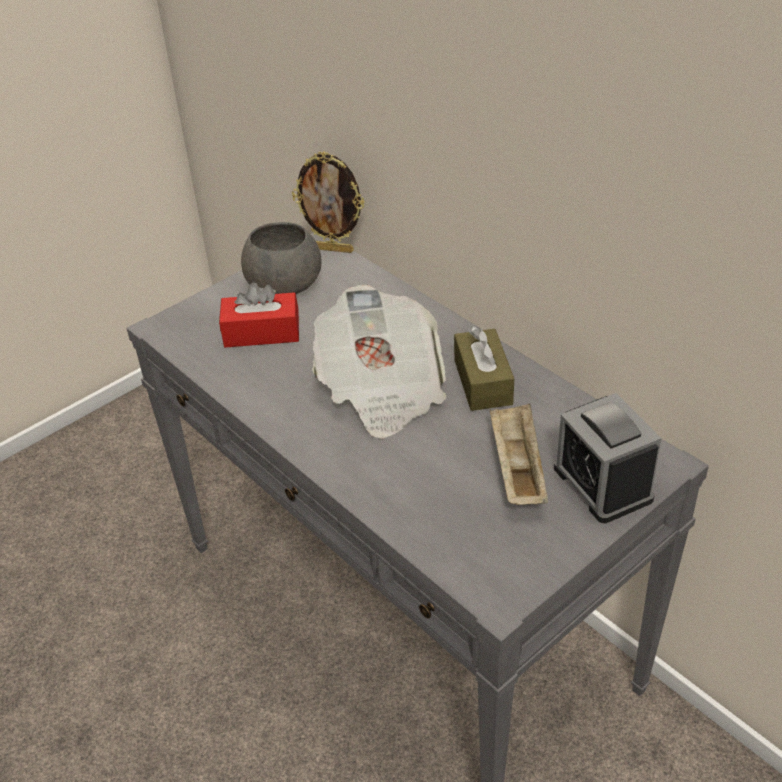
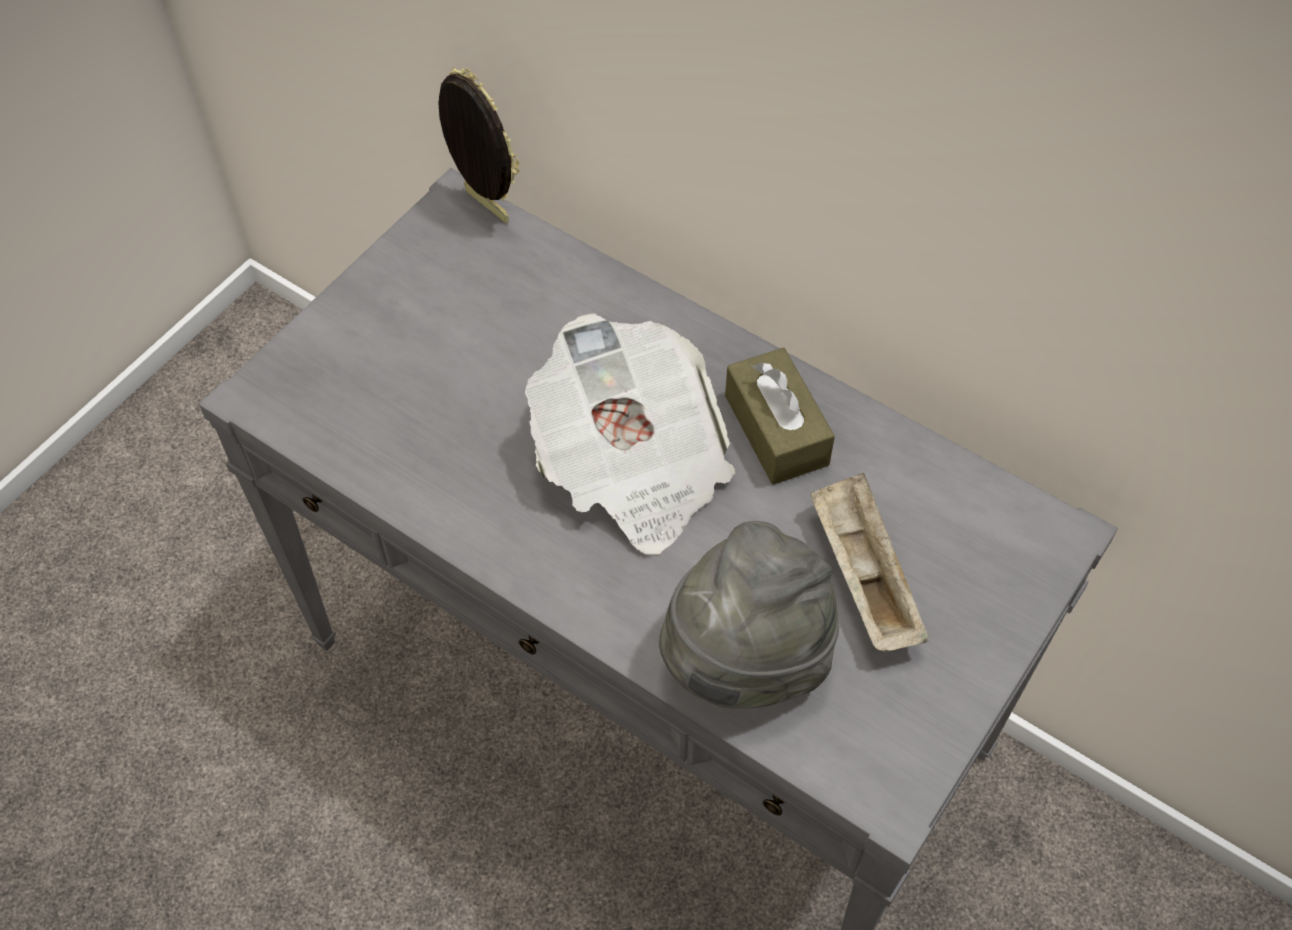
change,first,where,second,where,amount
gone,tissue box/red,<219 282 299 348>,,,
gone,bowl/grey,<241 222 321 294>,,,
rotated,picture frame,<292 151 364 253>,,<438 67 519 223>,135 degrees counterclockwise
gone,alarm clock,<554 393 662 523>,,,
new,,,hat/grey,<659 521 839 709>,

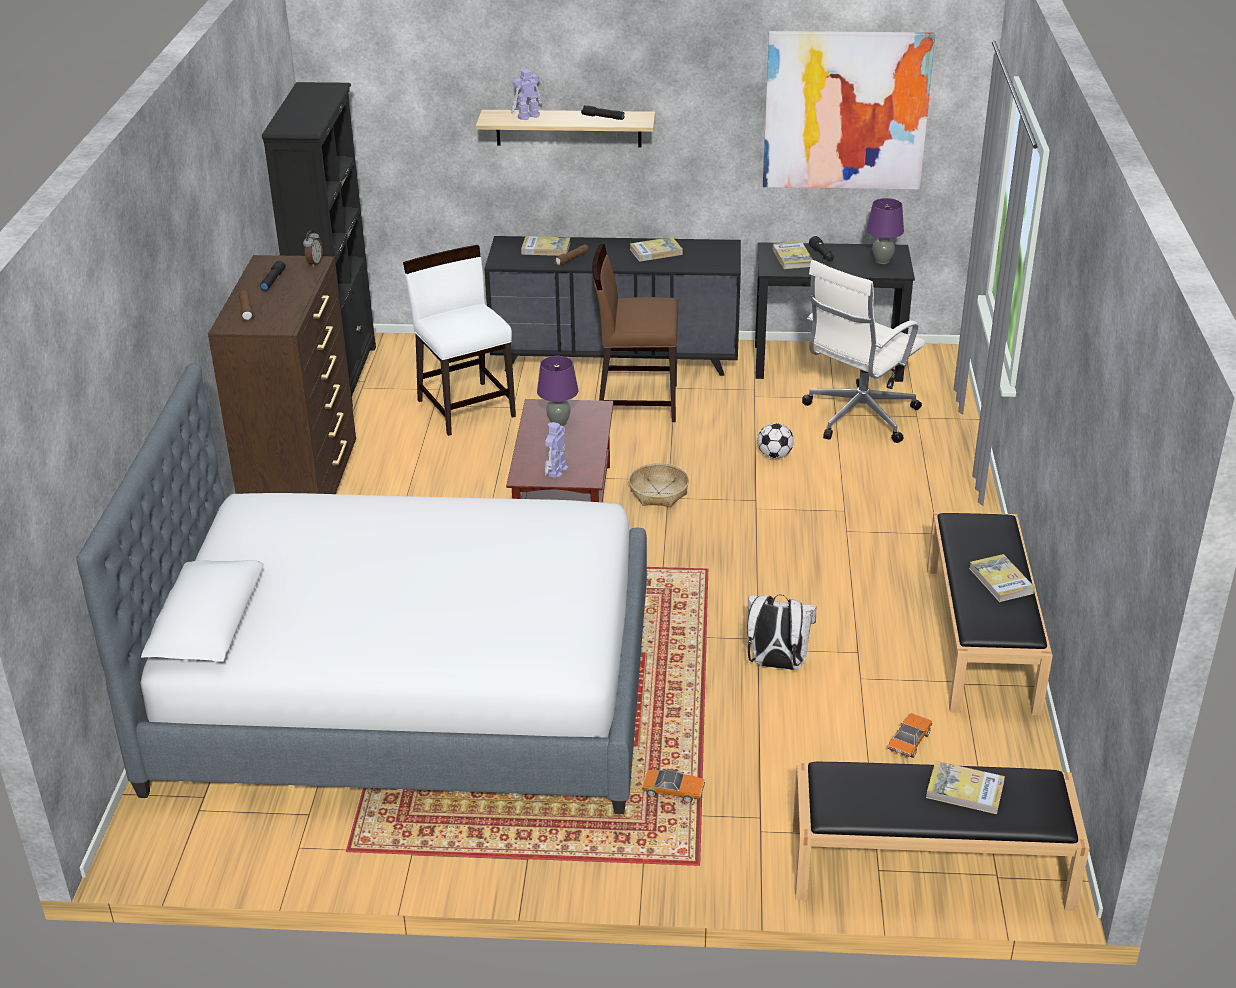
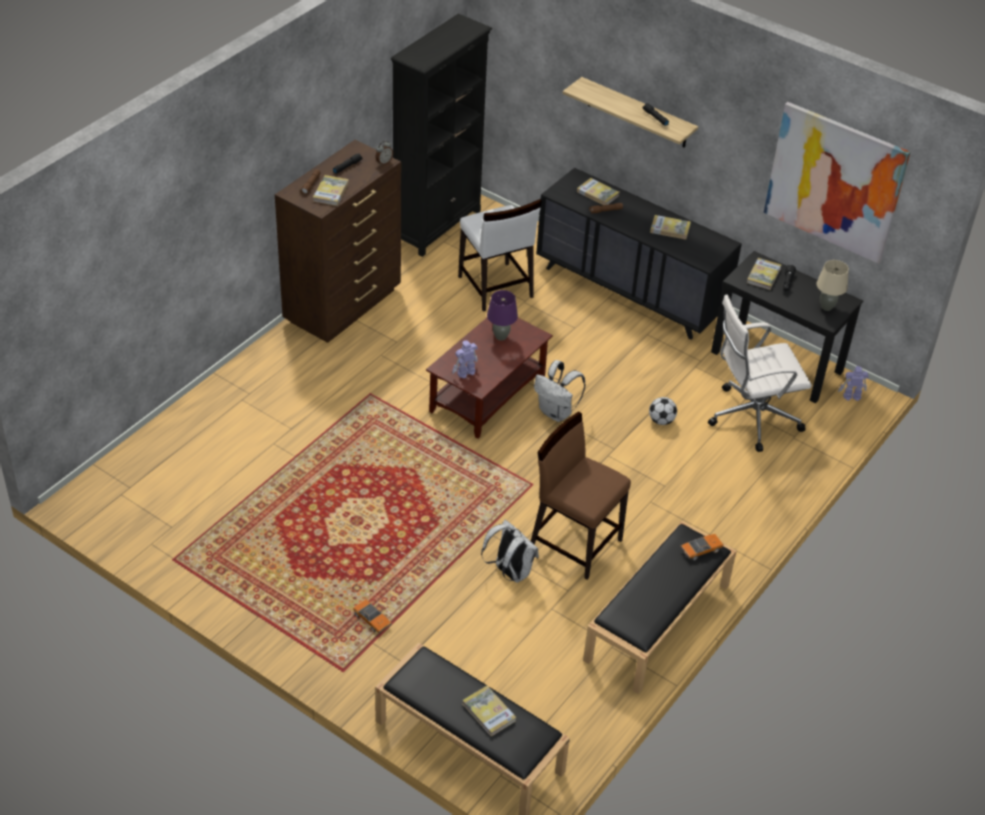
change,first,where,second,where,amount
gone,bed,<77 363 647 814>,,,
rotated,chair/white,<403 245 516 436>,,<458 199 542 312>,150 degrees clockwise
shifted,toy robot,<511 69 542 120>,,<838 366 869 401>,
shifted,chair/brown,<592 244 678 422>,,<531 412 631 580>,
swapped,basket,<629 463 689 507>,backpack/white,<534 360 586 422>,
repainted,table lamp/purple,<866 198 904 264>,table lamp/beige,<817 260 849 311>,
shifted,toy car,<887 713 932 758>,,<681 534 724 561>,
shifted,book,<969 554 1035 602>,,<313 175 349 206>,

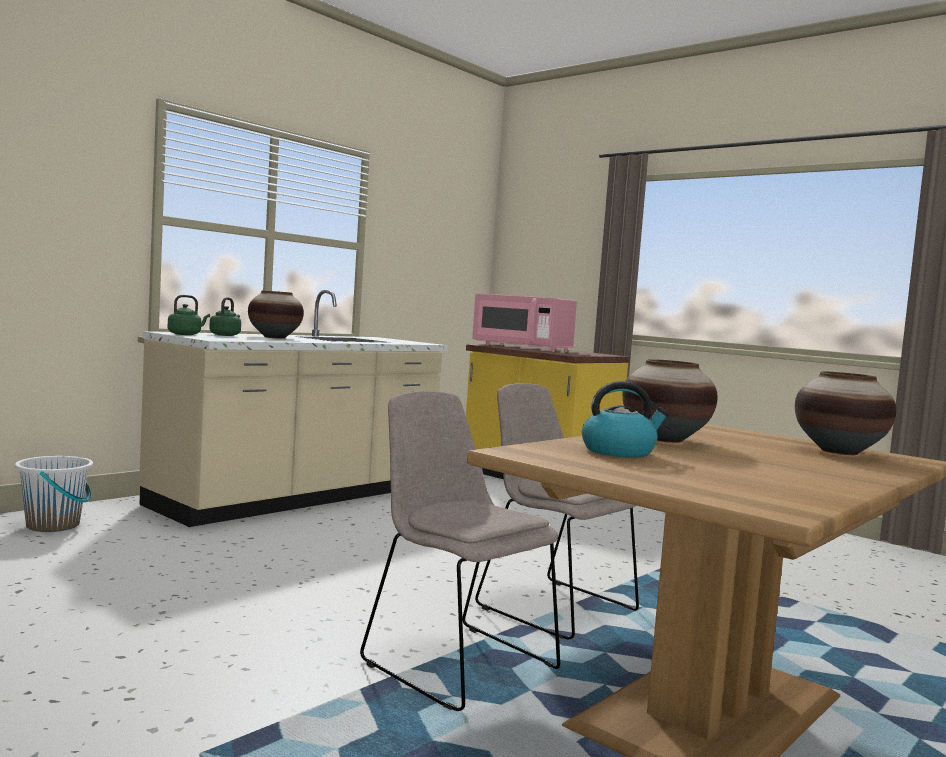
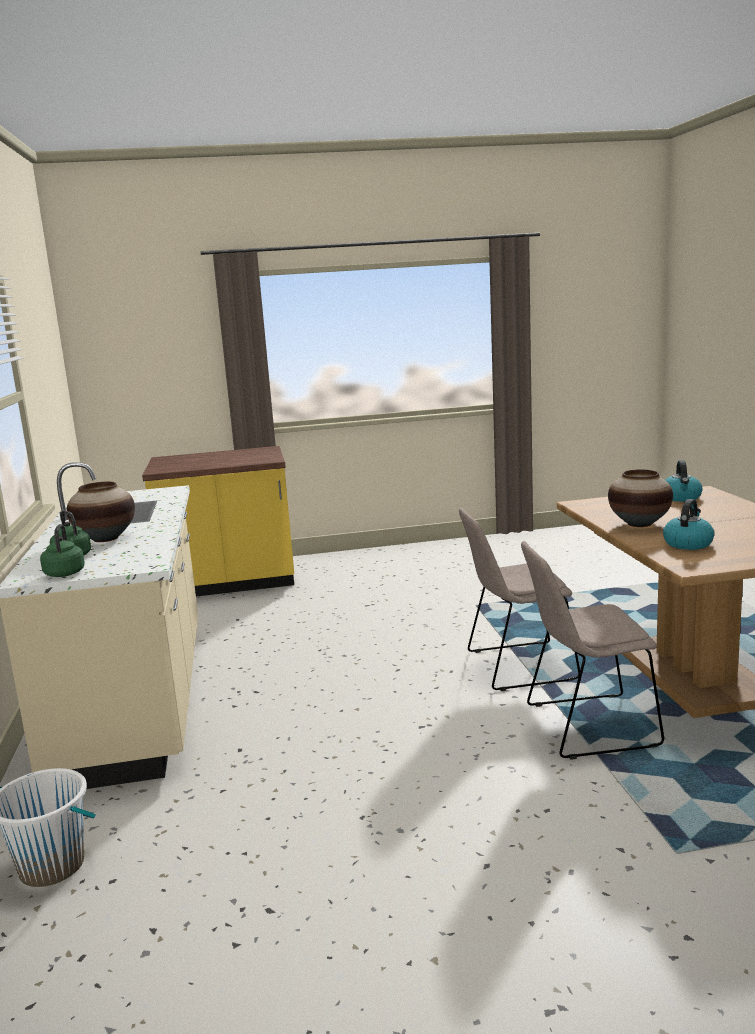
change,first,where,second,where,amount
gone,microwave/pink,<472 293 577 352>,,,
swapped,vase,<795 372 896 455>,kettle,<665 460 702 502>,

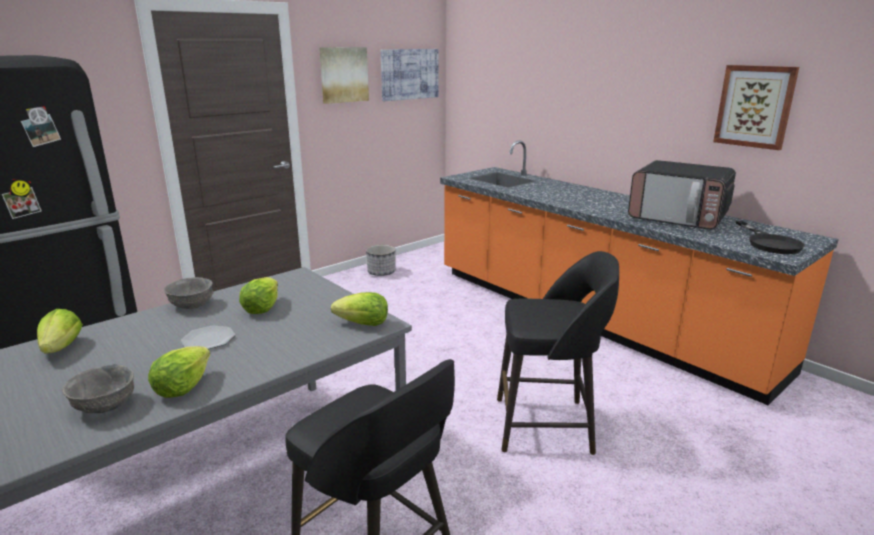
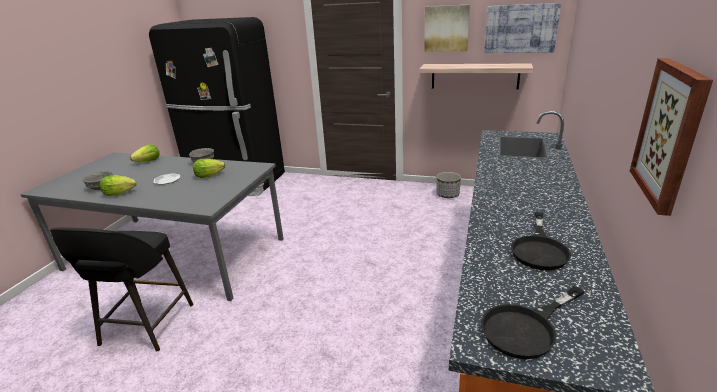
change,first,where,second,where,amount
gone,lettuce,<331 292 388 326>,,,
gone,stool/black,<497 251 619 455>,,,
swapped,microwave,<628 160 736 230>,frying pan/black,<511 212 571 270>,
new,,,shelf,<419 64 533 89>,

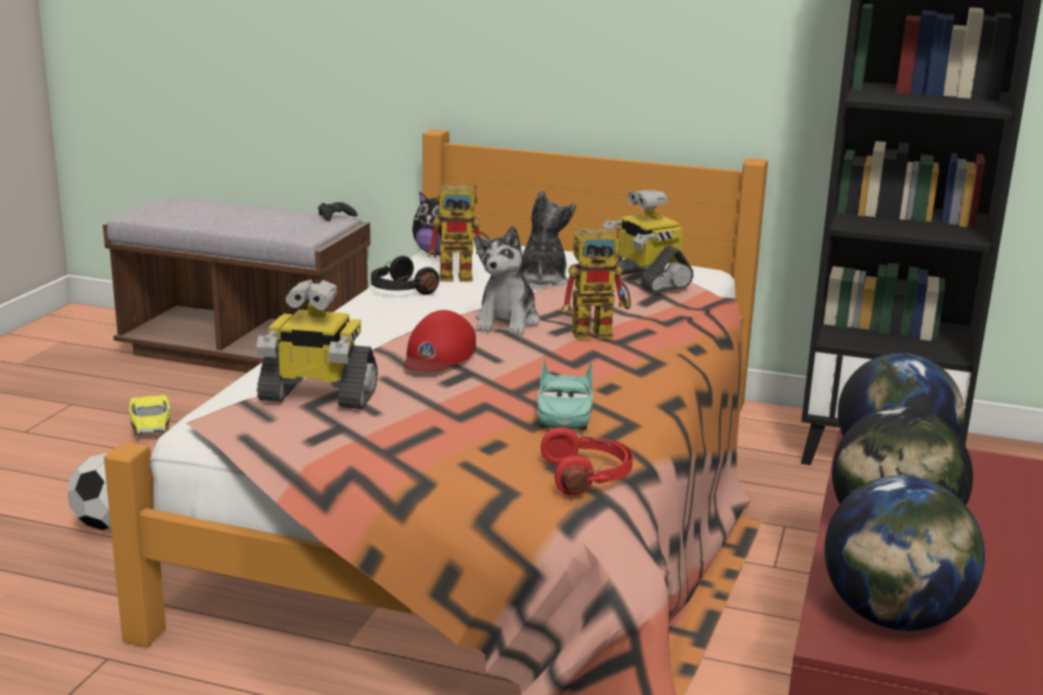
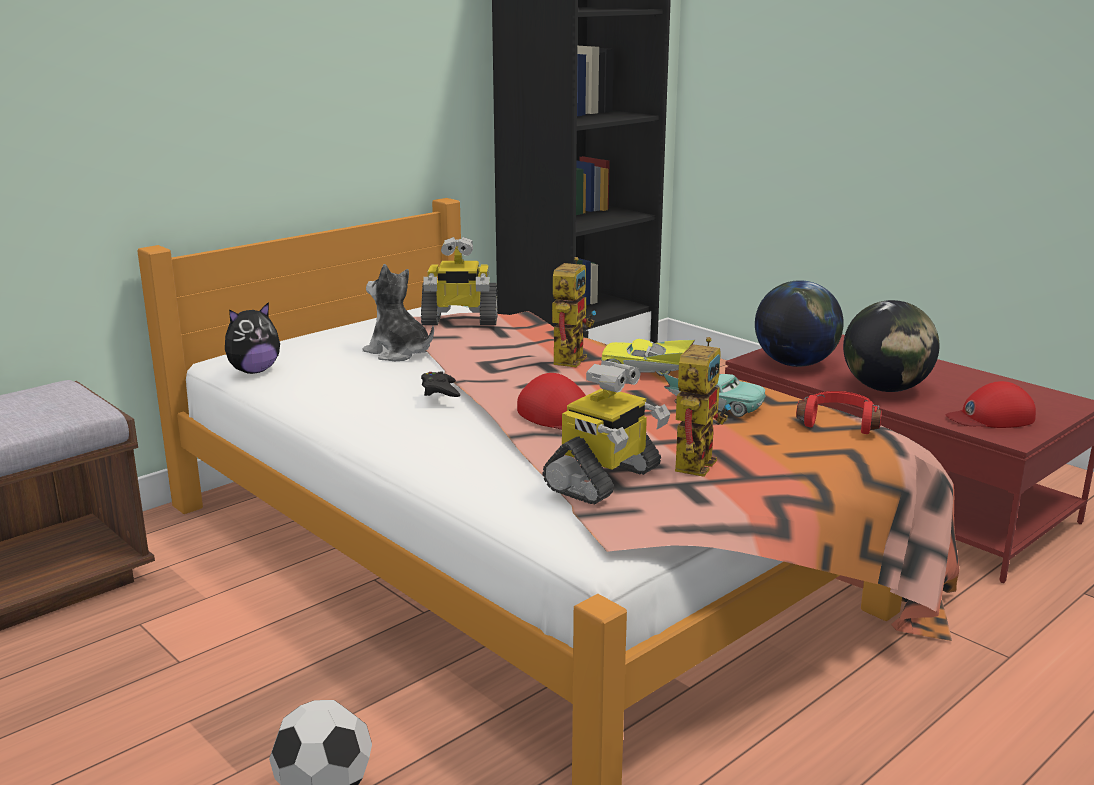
change,first,where,second,where,amount
shifted,toy car/yellow,<129 395 170 435>,,<601 339 695 376>,
shifted,game controller/black,<318 202 357 221>,,<421 371 460 397>,
gone,headphones/black,<371 256 439 295>,,,
shifted,toy robot,<428 183 490 282>,,<675 337 731 477>,
gone,plush toy,<474 226 540 335>,,,
swapped,globe,<824 475 985 631>,cap/red,<946 381 1036 428>,

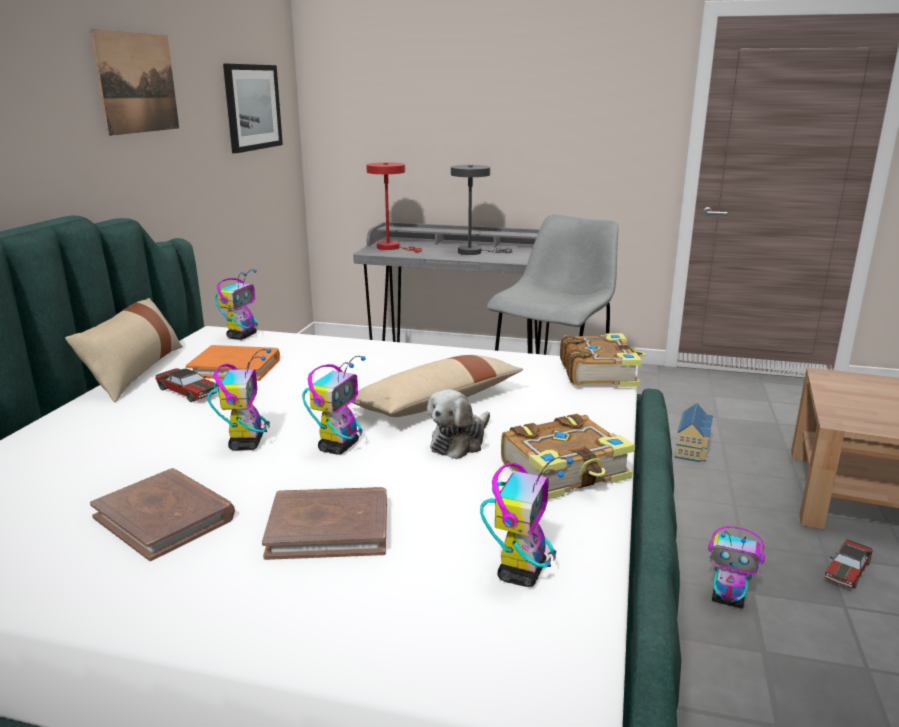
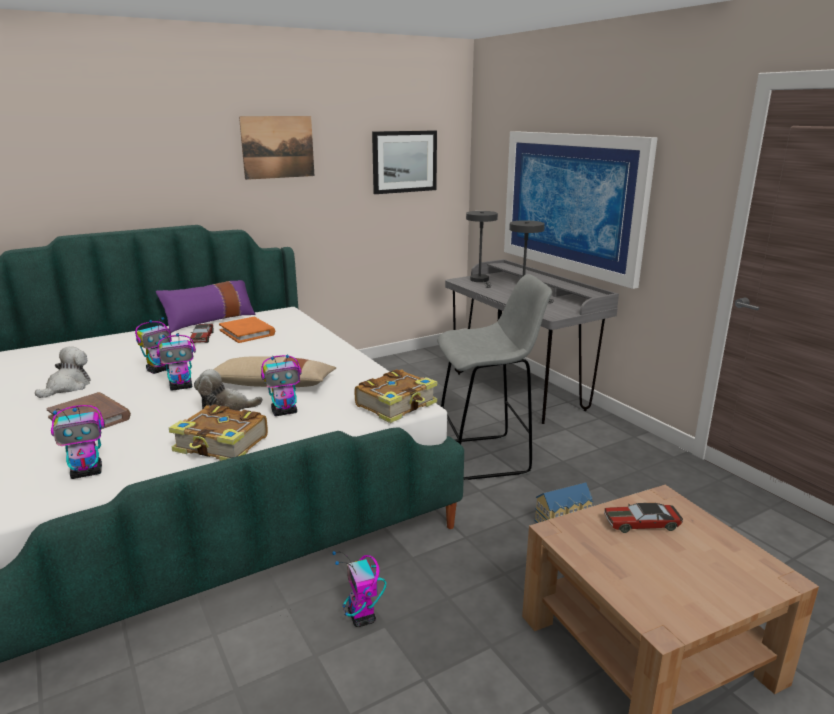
change,first,where,second,where,amount
repainted,pillow/beige,<65 298 183 403>,pillow/purple,<156 280 256 333>,
swapped,book/brown,<90 468 235 561>,plush toy,<35 347 91 398>,
shifted,toy robot,<215 269 258 340>,,<261 355 302 416>,
repainted,table lamp/red,<366 162 422 253>,table lamp/grey,<466 211 498 288>,
shifted,toy car,<825 540 873 588>,,<604 503 683 533>,
new,,,picture,<504 131 658 289>,

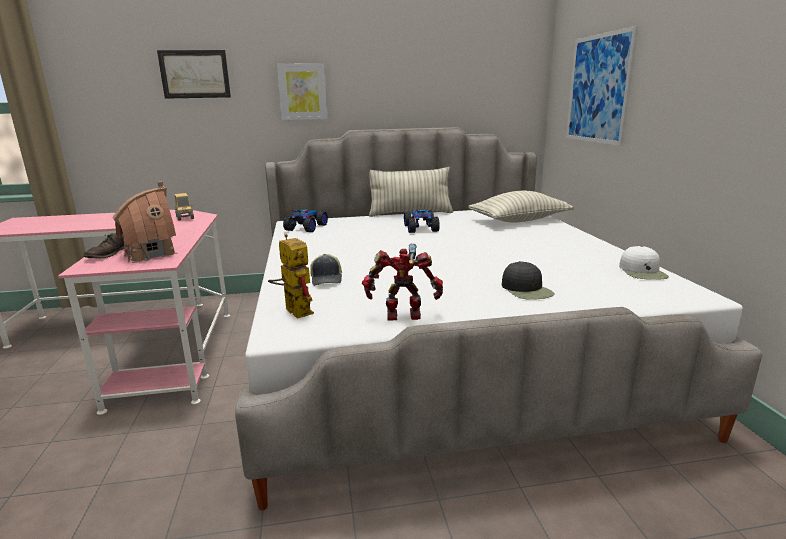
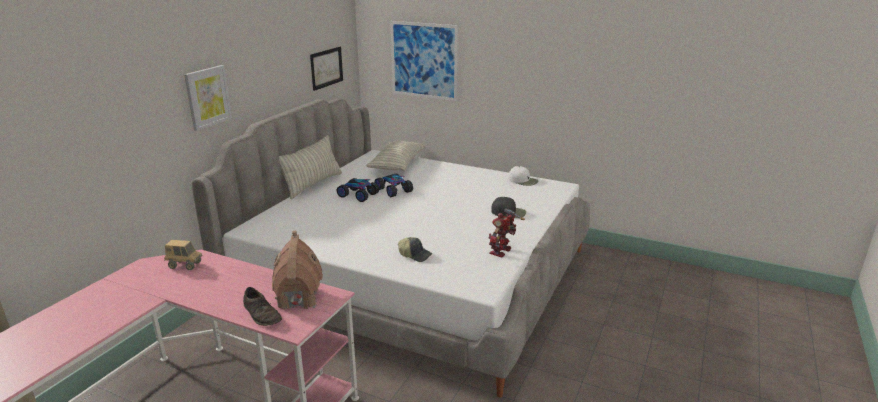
change,first,where,second,where,amount
shifted,picture,<157 50 231 99>,,<310 47 343 91>,
gone,toy robot,<268 234 314 319>,,,
shifted,toy car,<283 209 328 232>,,<375 173 413 197>,

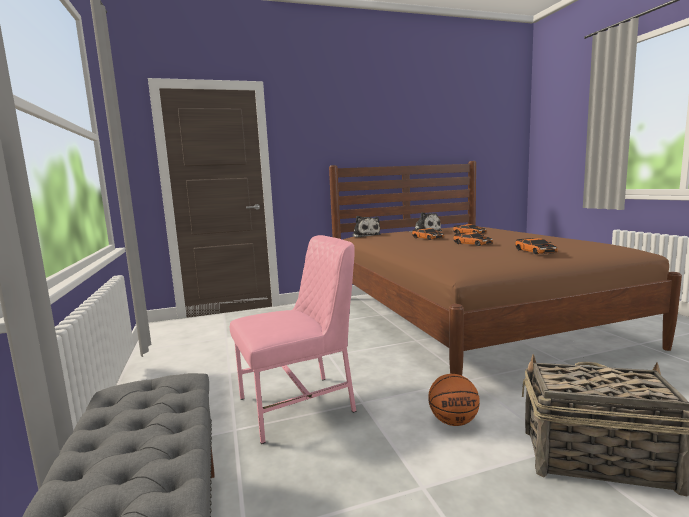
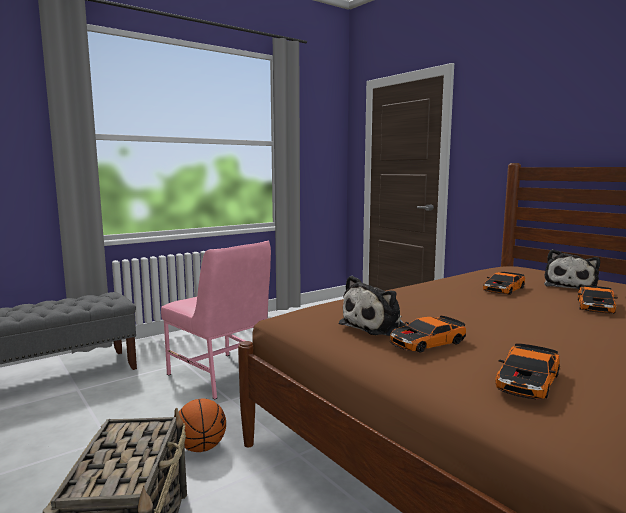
change,first,where,second,where,amount
shifted,plush toy,<352 216 381 237>,,<339 276 406 336>,
shifted,toy car,<453 233 493 246>,,<495 343 560 399>,

